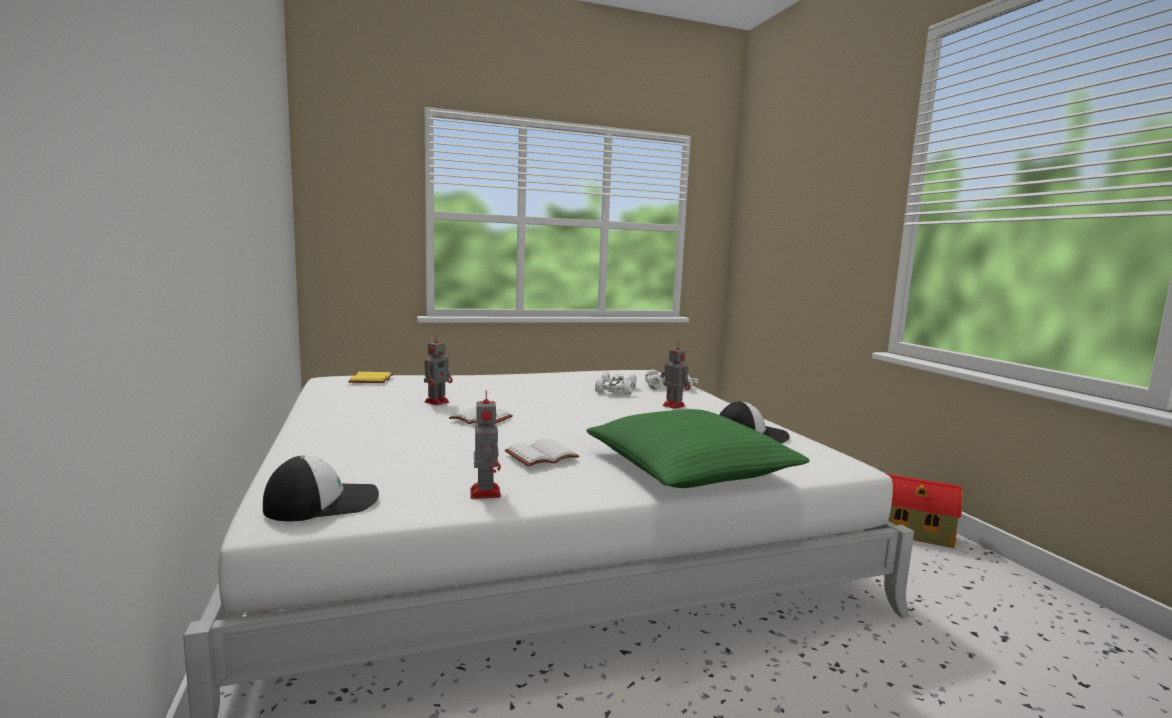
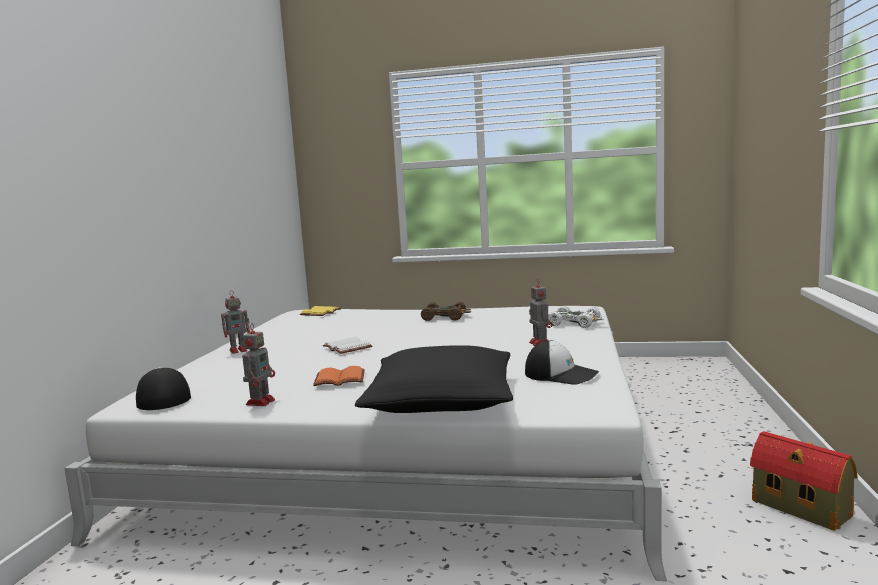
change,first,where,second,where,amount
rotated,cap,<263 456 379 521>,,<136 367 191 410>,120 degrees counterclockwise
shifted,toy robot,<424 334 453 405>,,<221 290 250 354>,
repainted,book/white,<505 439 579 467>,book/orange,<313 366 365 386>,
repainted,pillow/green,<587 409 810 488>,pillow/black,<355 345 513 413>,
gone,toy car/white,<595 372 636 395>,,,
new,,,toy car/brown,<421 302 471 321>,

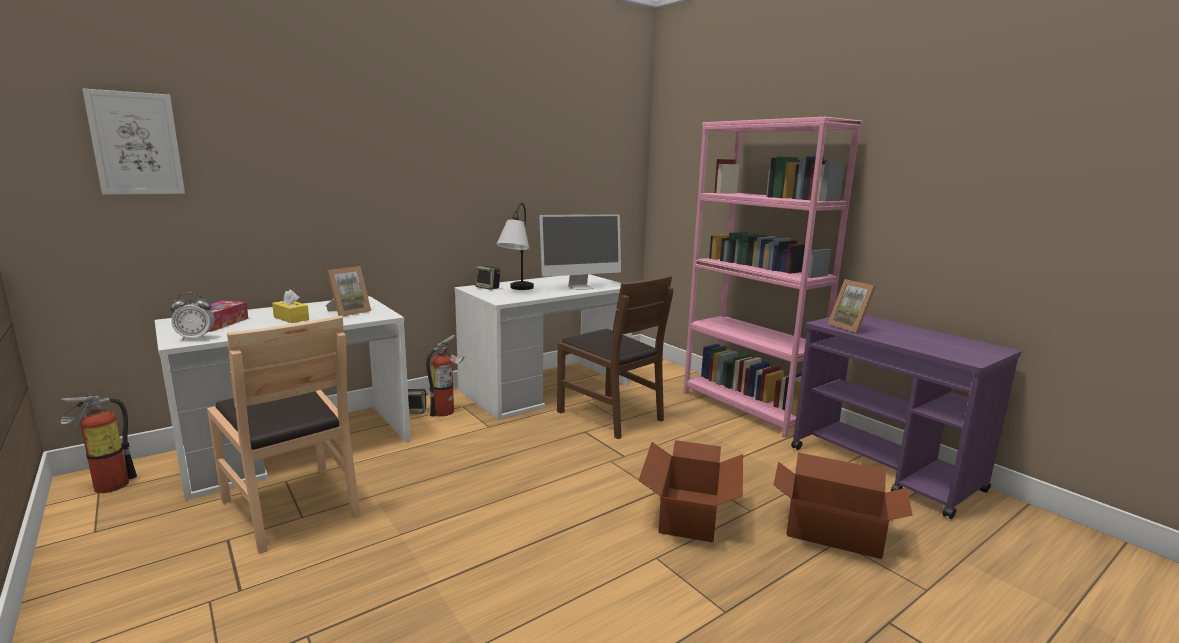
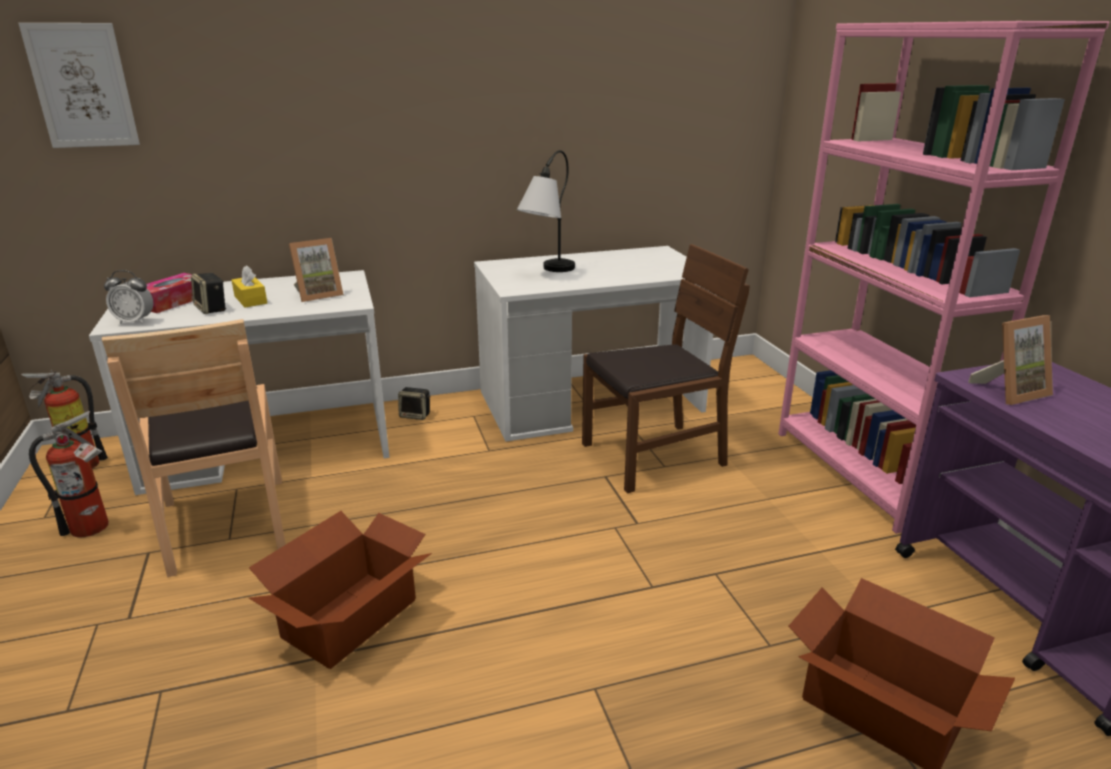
change,first,where,second,where,amount
shifted,fire extinguisher,<426 335 464 416>,,<29 411 109 537>,
shifted,speaker,<475 266 500 290>,,<191 273 226 314>,
gone,monitor,<539 214 621 290>,,,
rotated,chair/brown,<557 275 674 439>,,<582 244 750 493>,90 degrees counterclockwise
shifted,cardboard box,<638 440 743 543>,,<249 511 432 669>,
rotated,picture frame,<828 279 876 333>,,<968 315 1053 405>,105 degrees counterclockwise

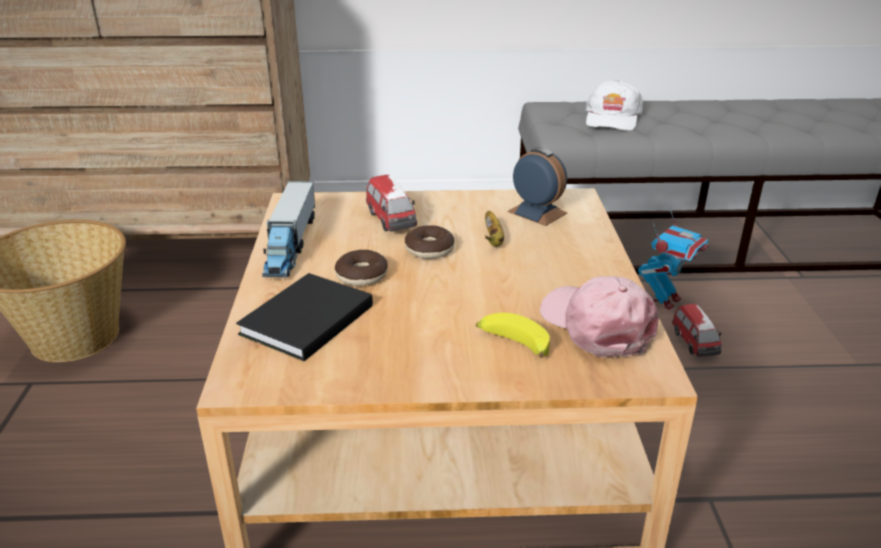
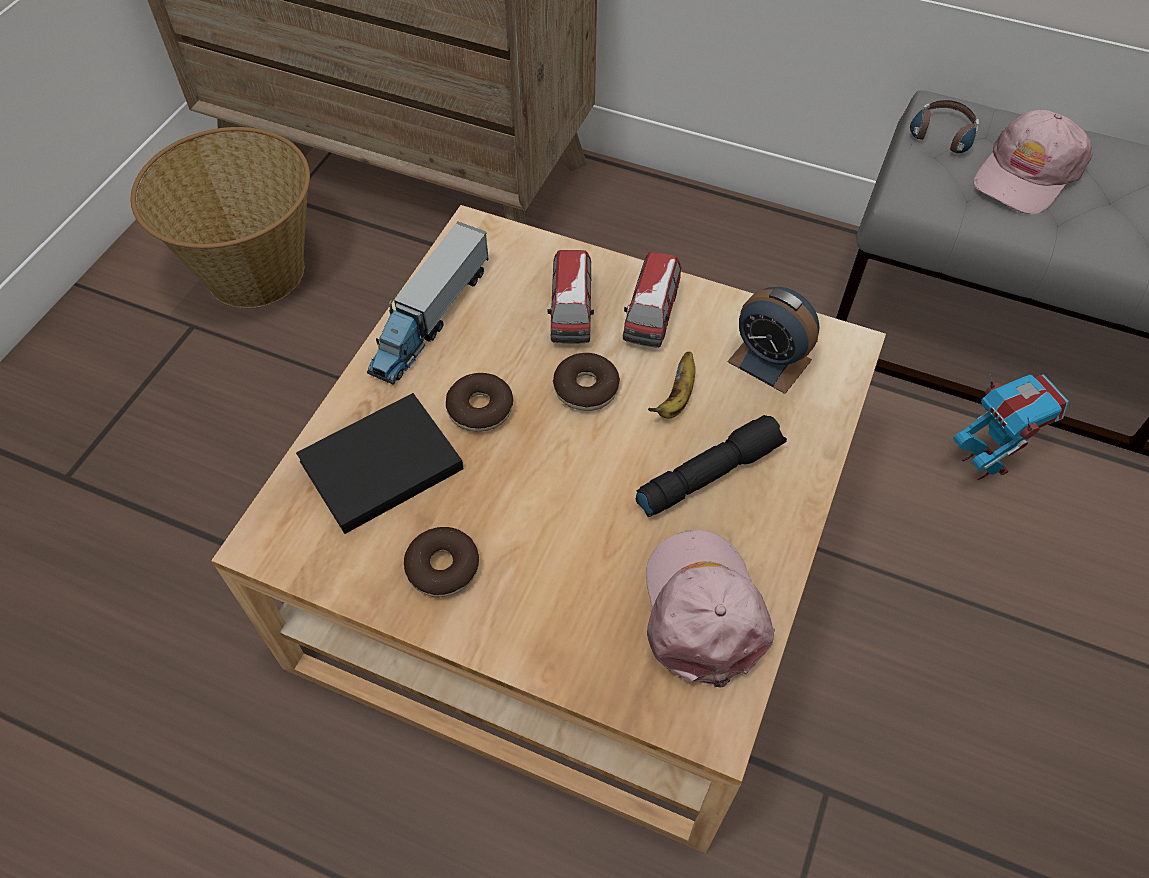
change,first,where,second,where,amount
gone,banana,<476 313 550 358>,,,
rotated,alarm clock,<507 147 567 226>,,<727 287 820 394>,150 degrees clockwise
repainted,cap/white,<586 79 643 130>,cap/pink,<974 110 1092 215>,
rotated,toy robot,<638 207 709 310>,,<953 374 1069 480>,90 degrees counterclockwise
shifted,toy car,<672 304 721 357>,,<623 251 681 348>,
new,,,donut,<404 527 479 597>,
new,,,flashlight/black,<636 415 787 517>,
new,,,headphones,<908 100 979 154>,

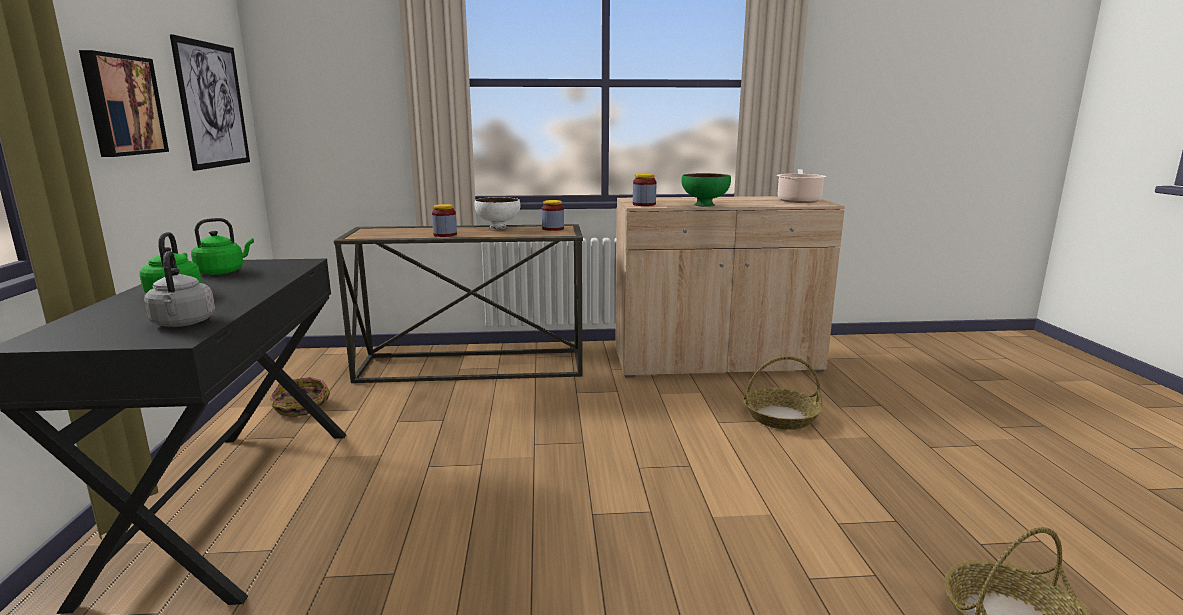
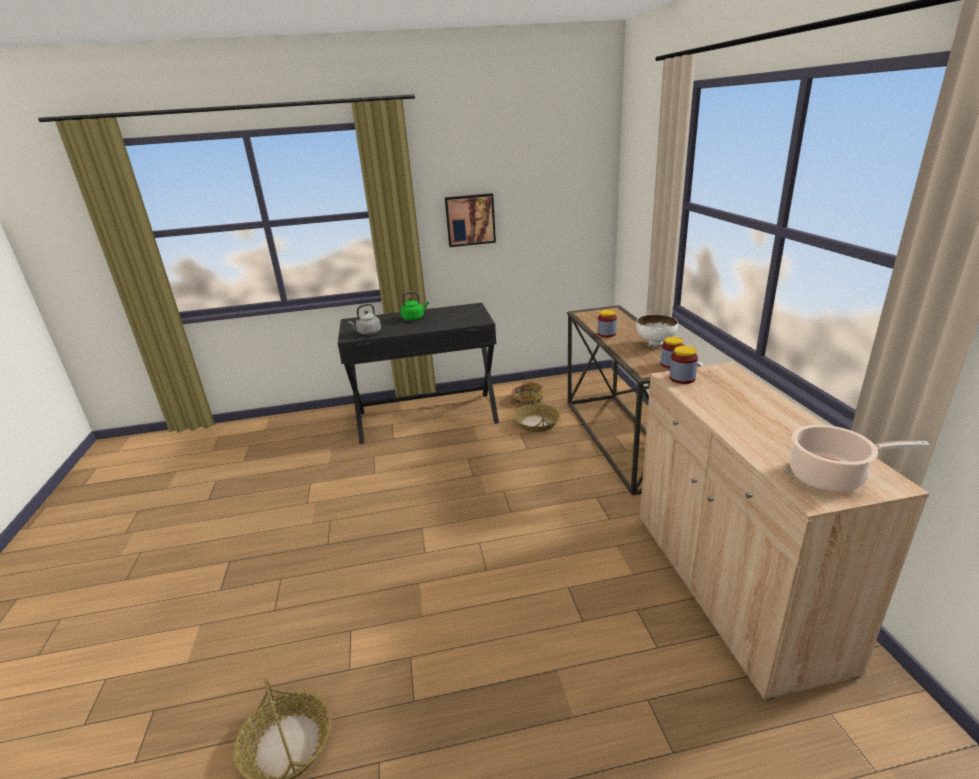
change,first,where,second,where,amount
gone,picture,<170 34 250 171>,,,
gone,kettle/green,<191 218 254 275>,,,
gone,bowl/green,<681 173 731 207>,,,
shifted,basket,<744 356 822 430>,,<513 385 560 432>,

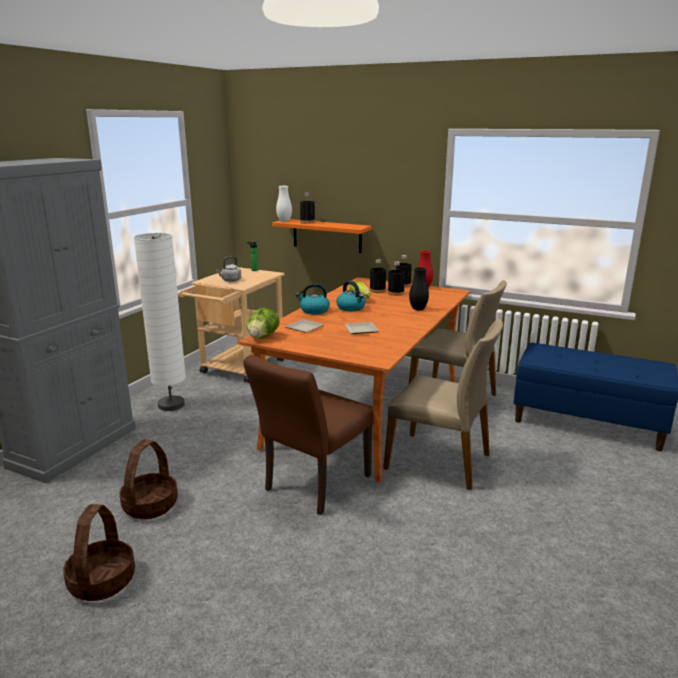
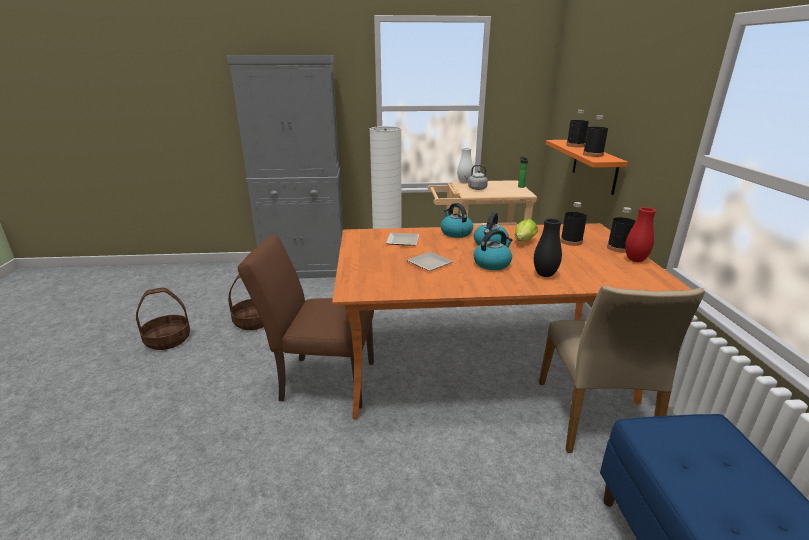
change,first,where,second,where,amount
gone,lettuce,<247 308 280 339>,,,
shifted,vase/white,<276 186 292 222>,,<457 147 473 184>,
gone,chair/beige,<383 318 503 490>,,,
shifted,bottle/black,<388 262 405 296>,,<583 115 608 157>,
new,,,kettle,<473 229 513 270>,

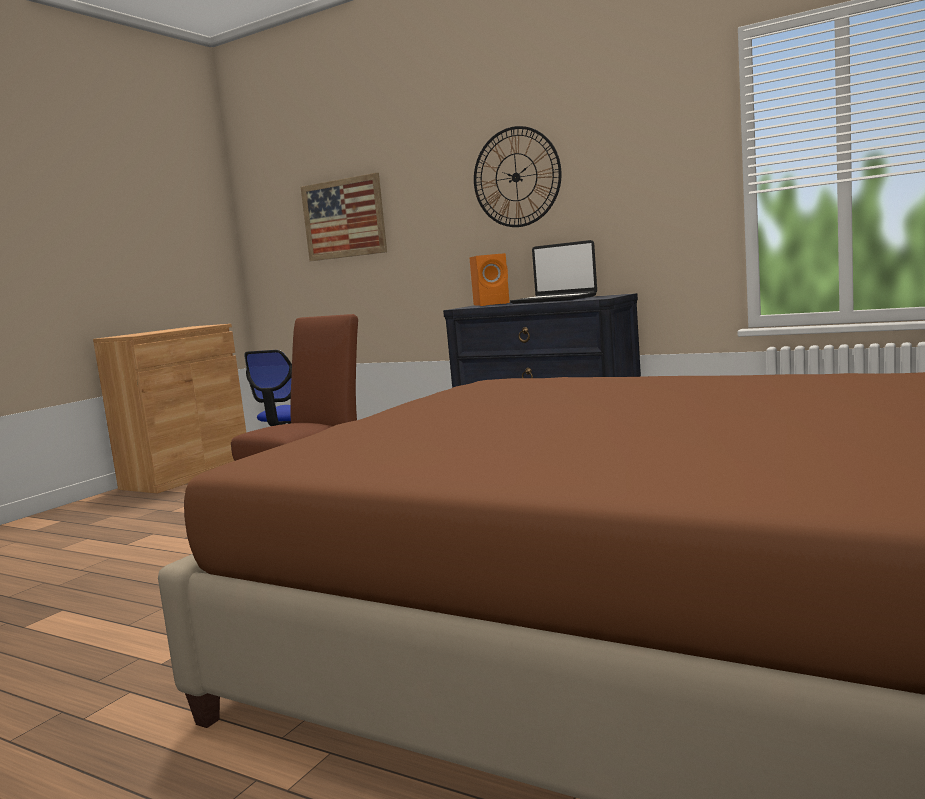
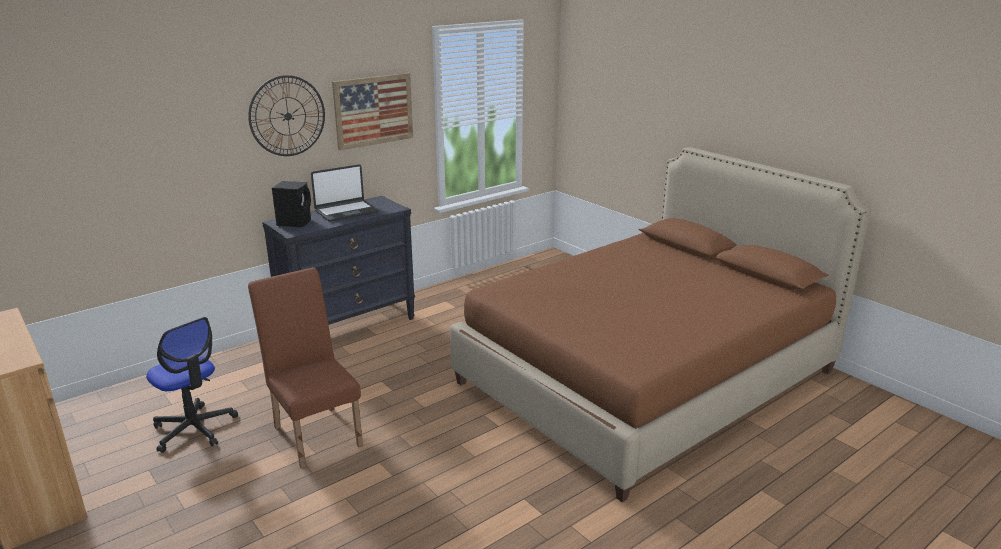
change,first,where,second,where,amount
shifted,picture,<301 173 387 261>,,<332 73 413 151>,
repainted,speaker/orange,<469 253 510 306>,speaker/black,<272 181 311 227>,

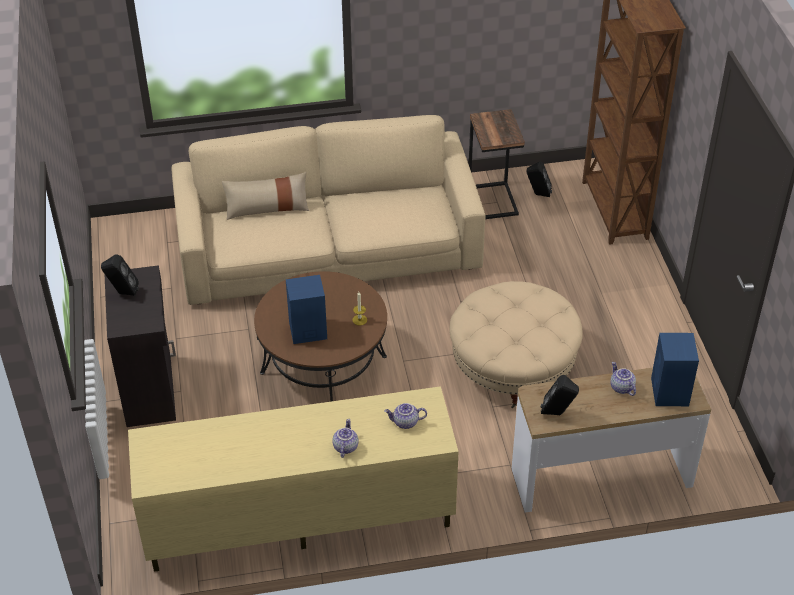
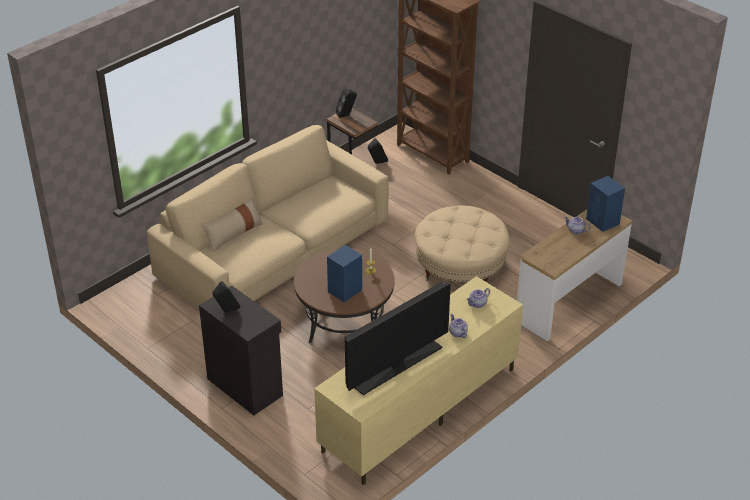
change,first,where,second,where,amount
shifted,speaker/black,<541 375 579 415>,,<336 88 357 118>,
new,,,television,<345 282 451 395>,

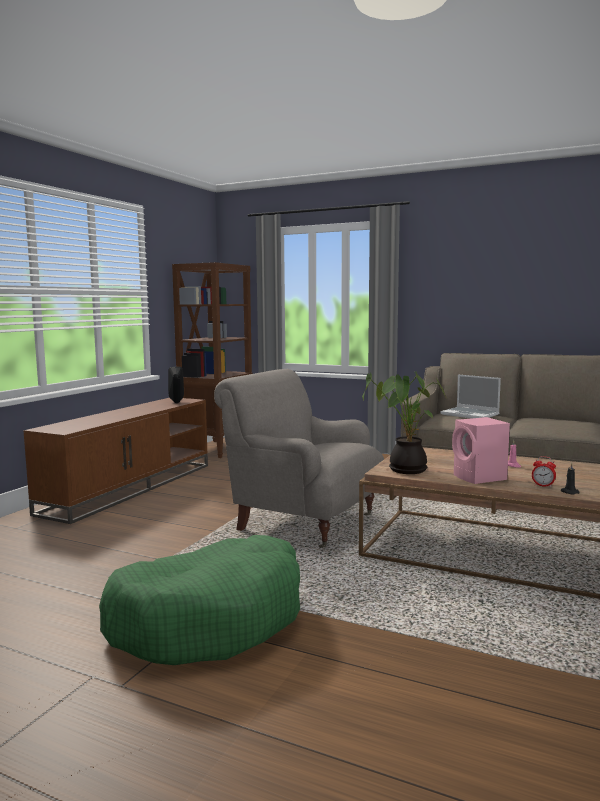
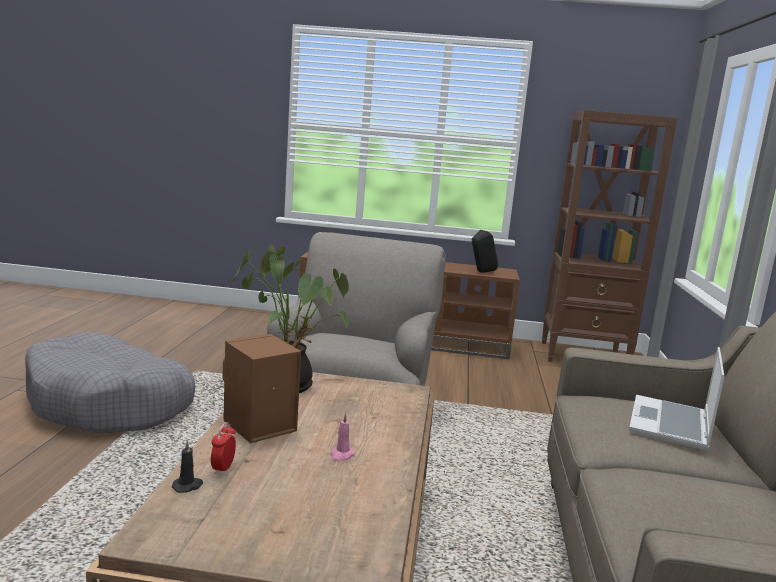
change,first,where,second,where,amount
repainted,dog bed/green,<99 535 300 665>,dog bed/grey,<25 332 195 434>,
repainted,speaker/pink,<452 417 510 484>,speaker/brown,<222 334 301 443>,

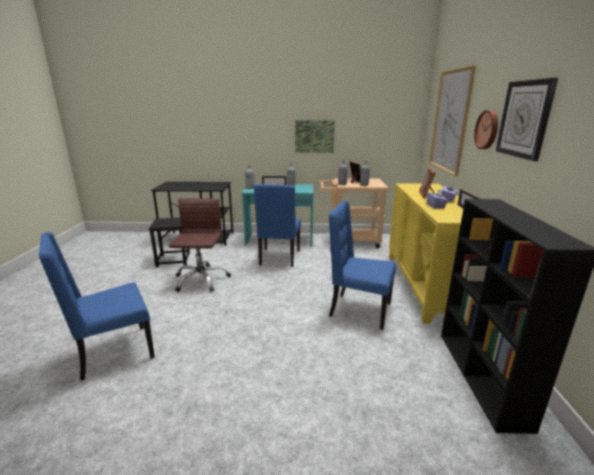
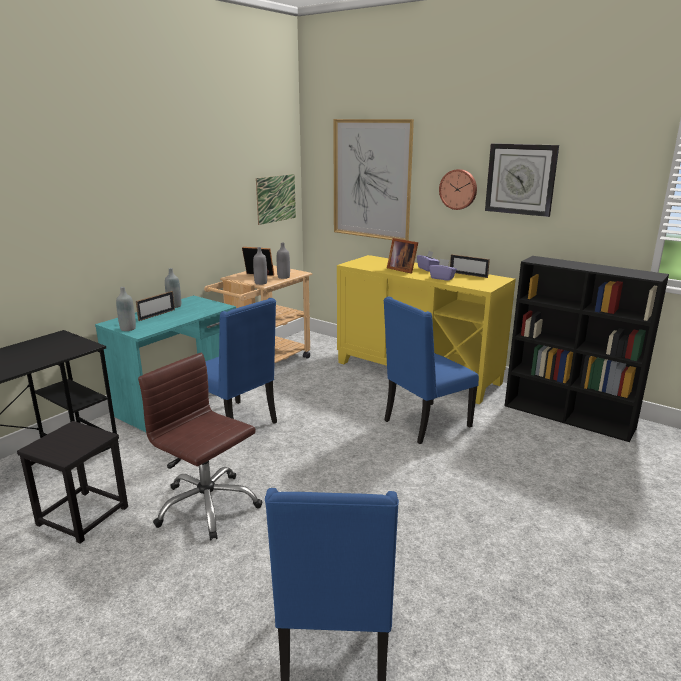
change,first,where,second,where,amount
shifted,picture,<295 120 335 153>,,<256 174 296 225>,

